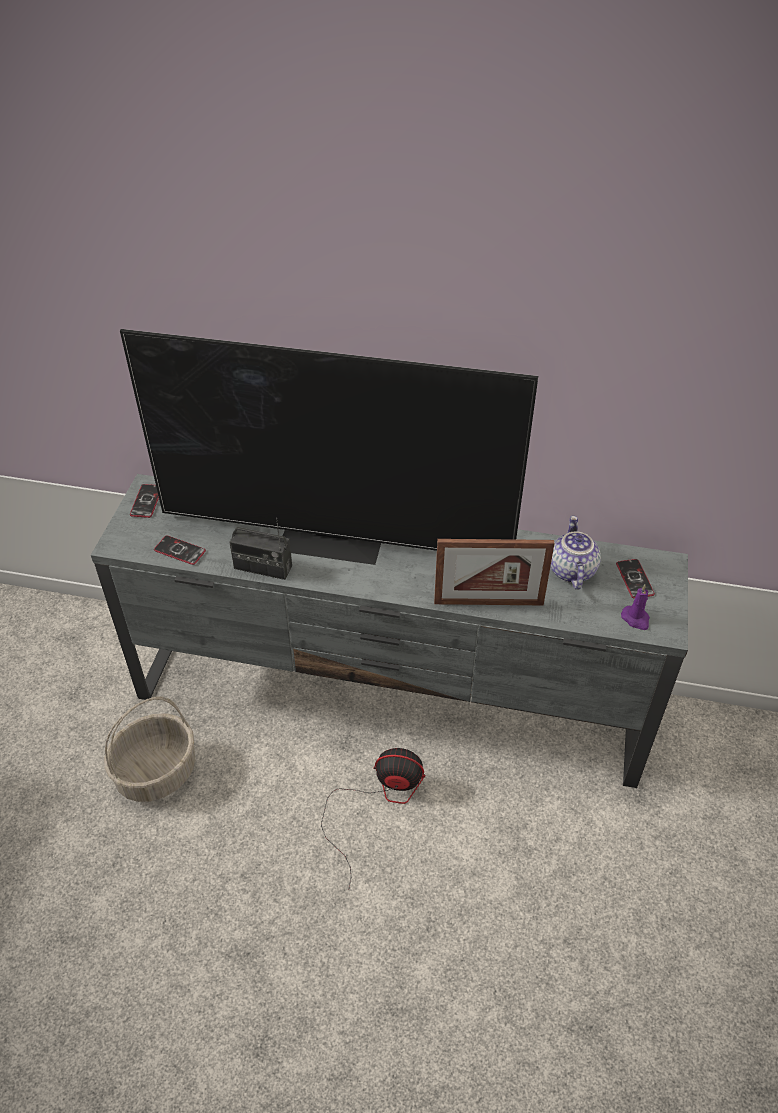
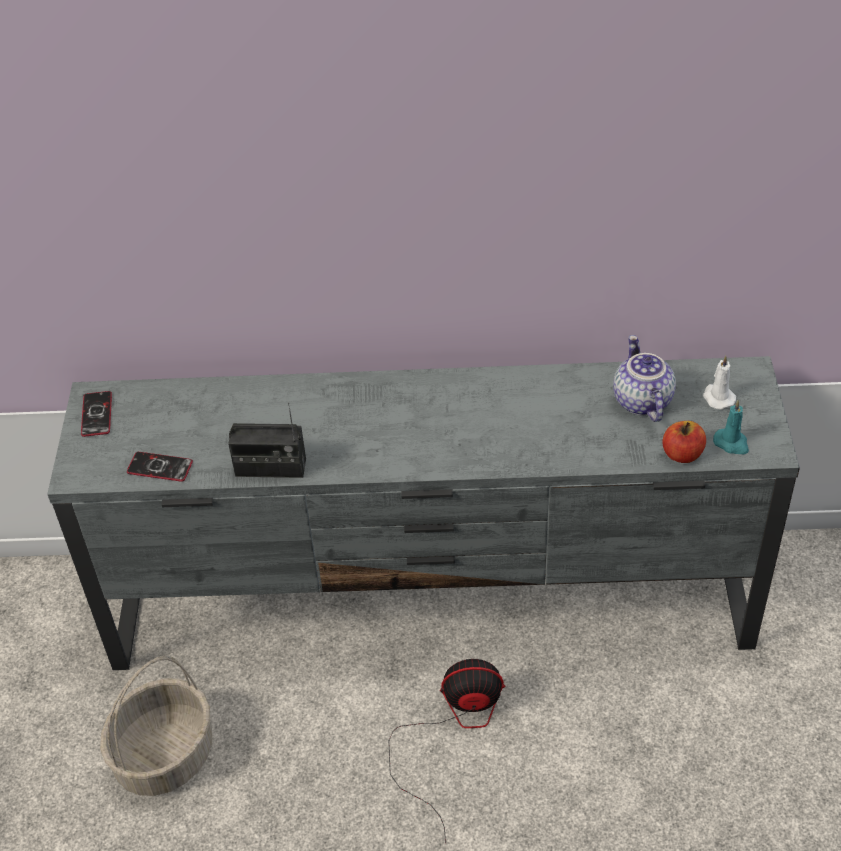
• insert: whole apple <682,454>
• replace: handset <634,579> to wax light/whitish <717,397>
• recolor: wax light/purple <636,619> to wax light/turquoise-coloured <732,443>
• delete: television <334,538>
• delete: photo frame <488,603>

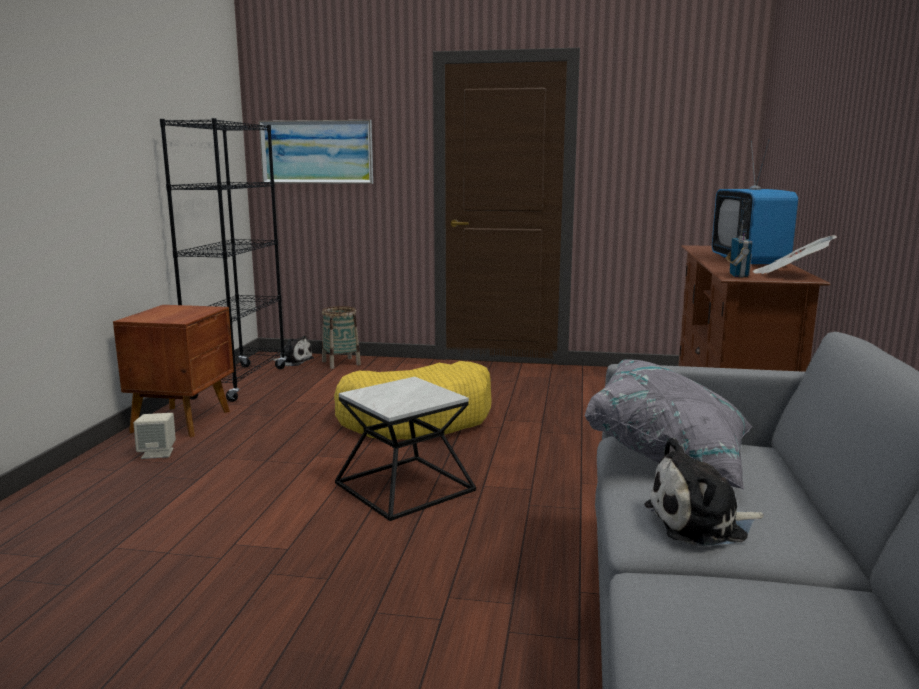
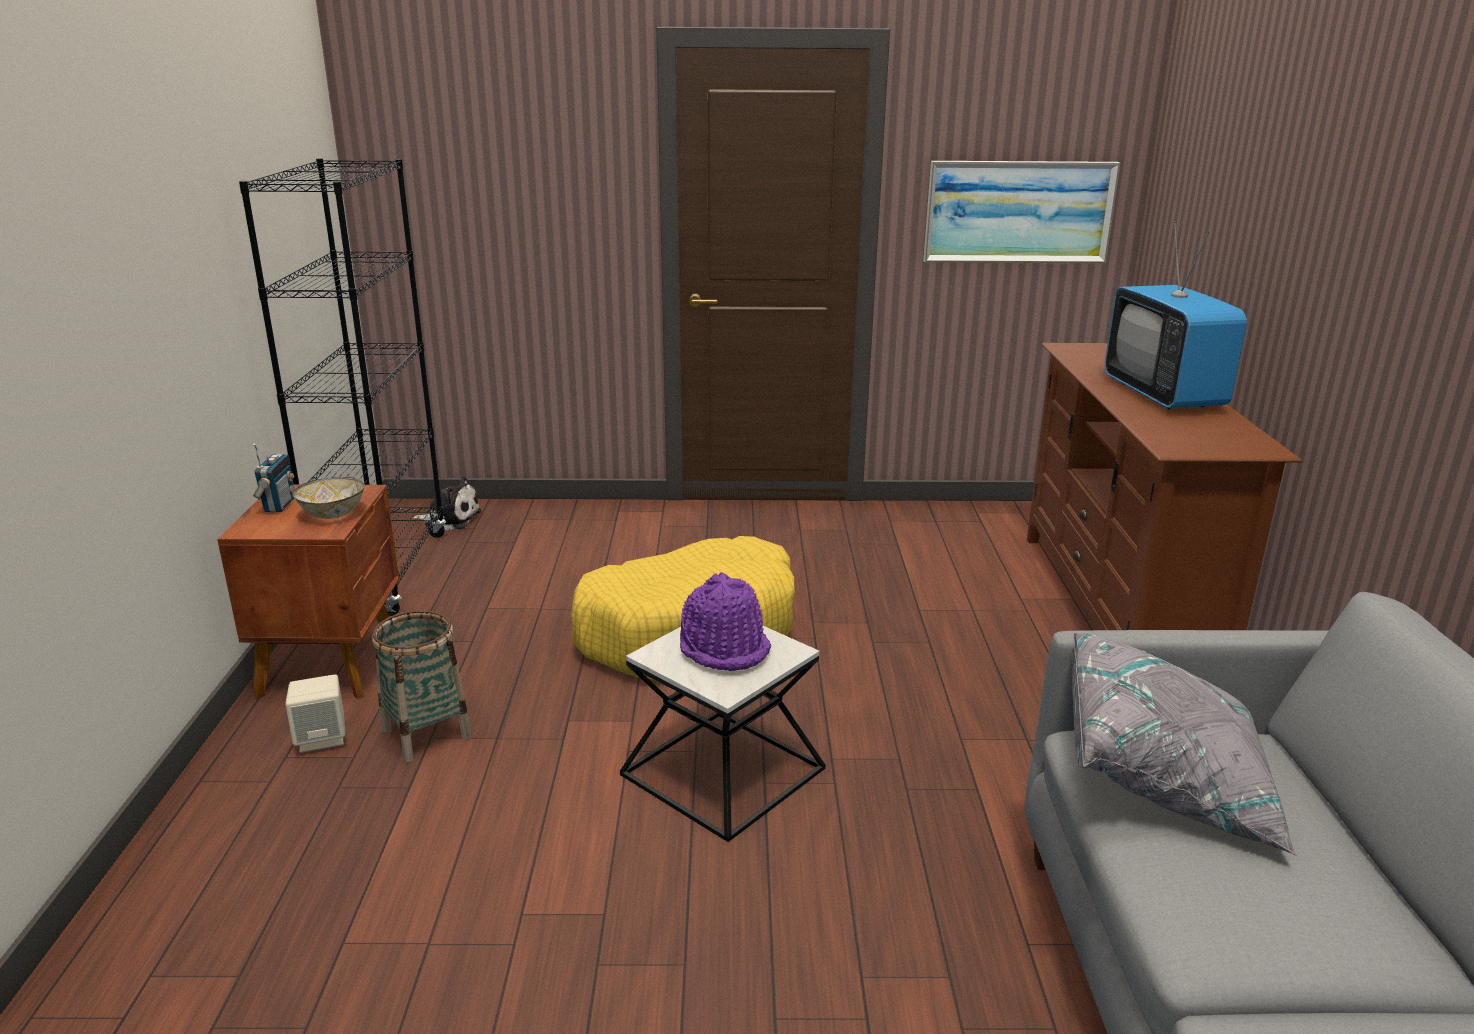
• move: radio receiver <737,275> to <278,505>
• insert: deep dish <332,514>
• move: storage basket <341,363> to <426,734>
• insert: wearable hat/purple <724,647>
• move: wall art <317,152> to <1018,212>
• delete: plush toy <701,523>
• delete: printed paper <790,275>

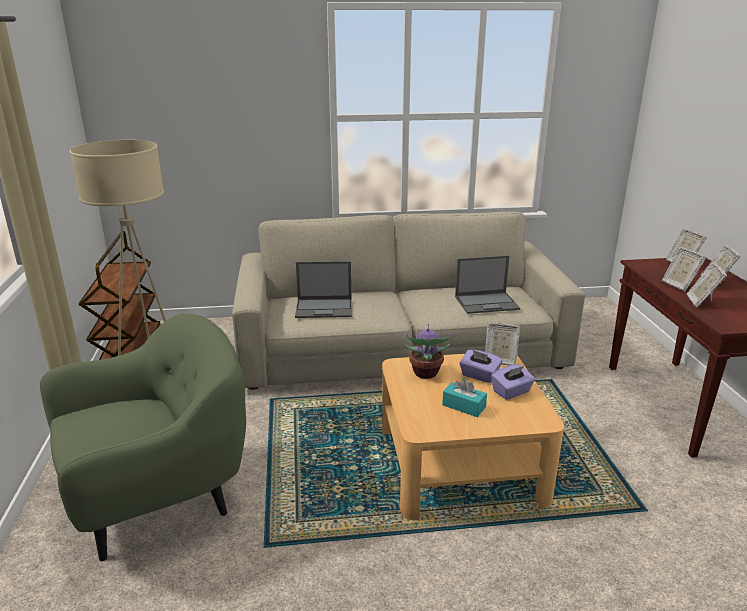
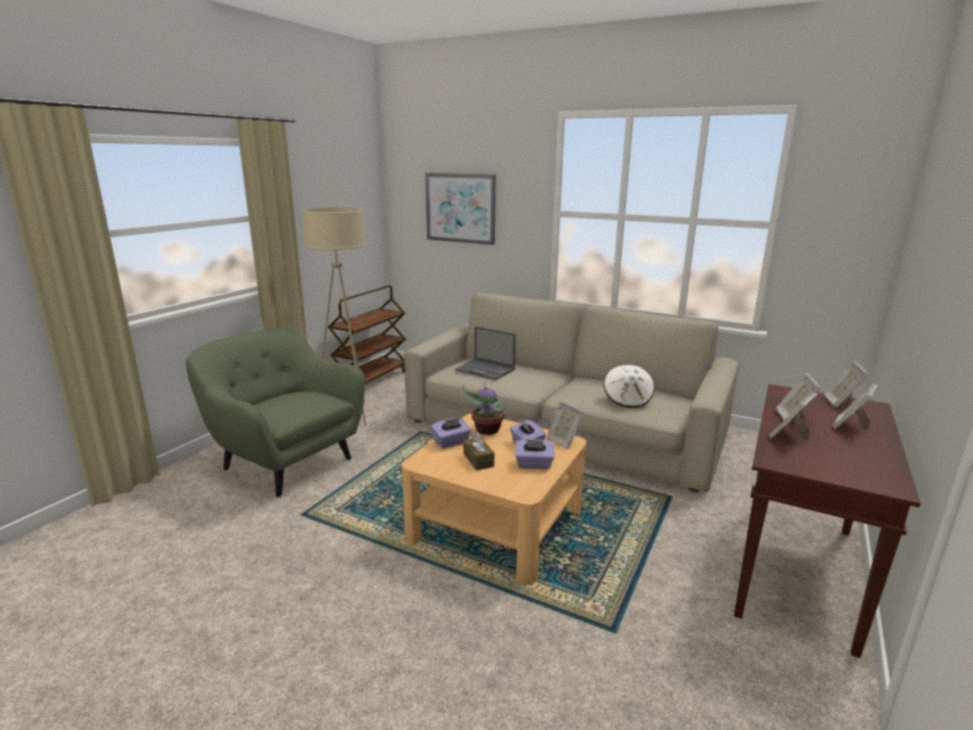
• rotate: easy chair/green-coloured <158,496> = <285,462> 150 degrees counterclockwise
• insert: wall art <460,208>
• insert: box of tissues/purple <451,442>
• recolor: box of tissues/turquoise-coloured <464,406> to box of tissues/brownish <478,460>
• replace: laptop <487,303> to wearable hat/whitish <627,400>

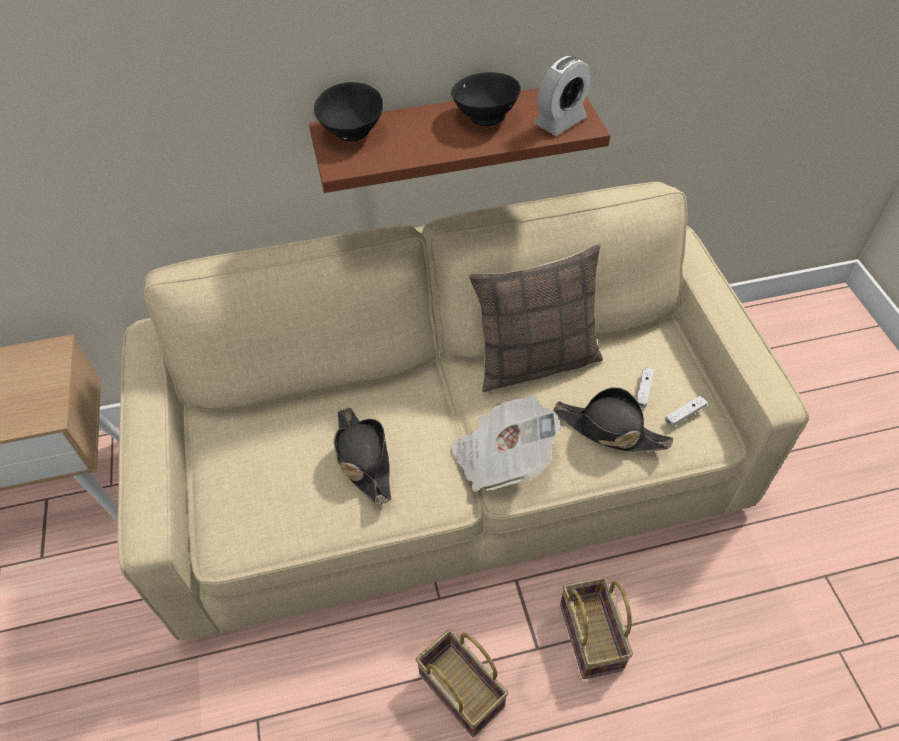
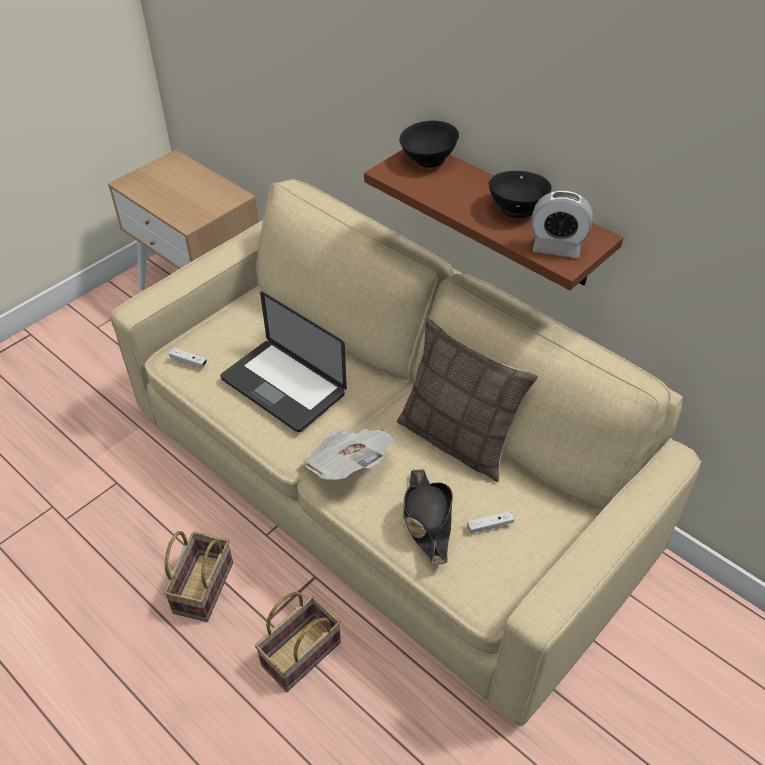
• move: game controller/whitish <684,414> to <188,361>
• replace: wearable hat/black <363,458> to laptop <283,386>

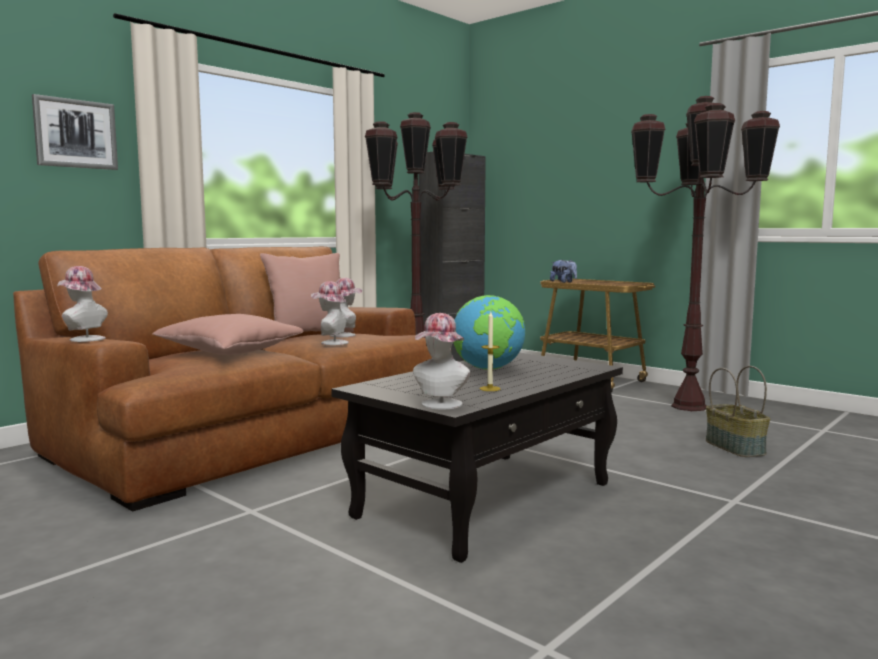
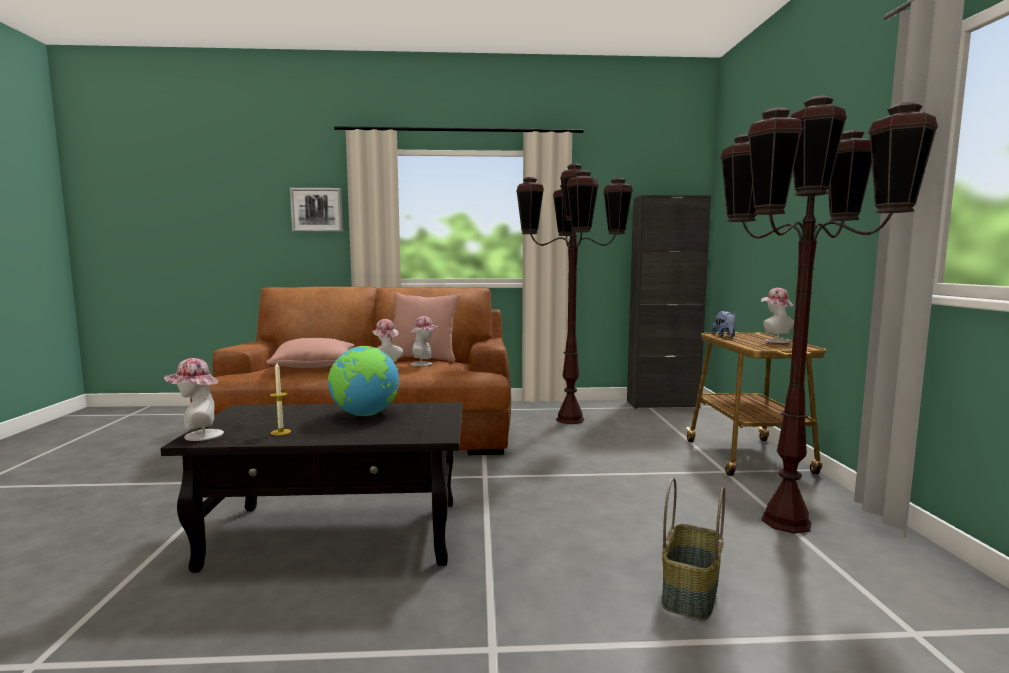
• move: wearable hat <83,339> to <774,340>

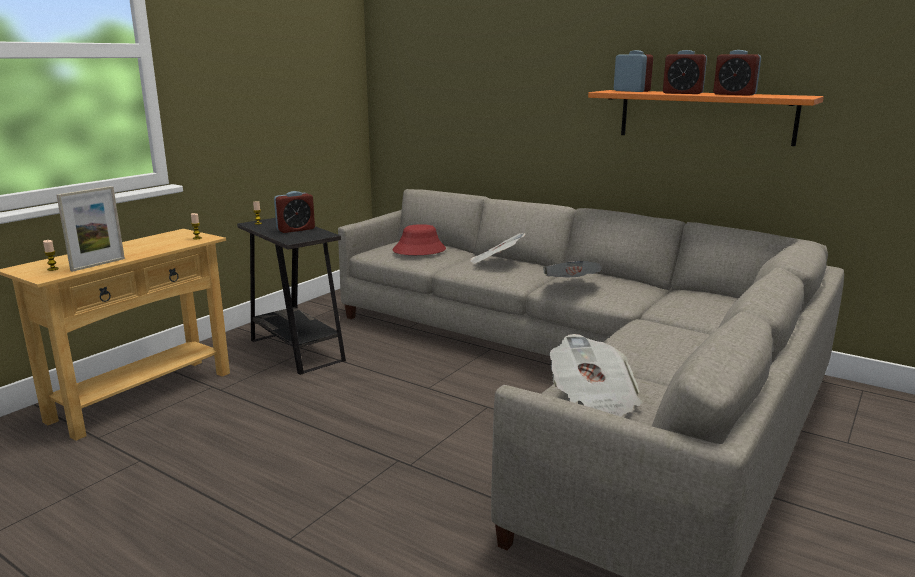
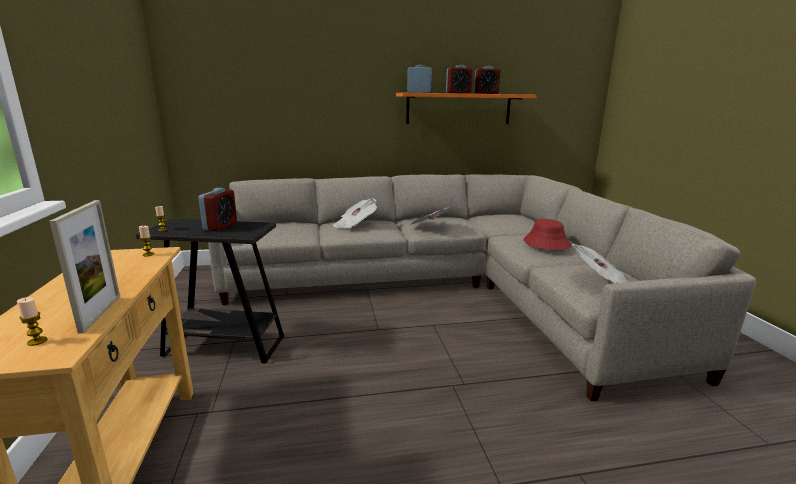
• move: wearable hat/reddish <419,250> to <546,243>

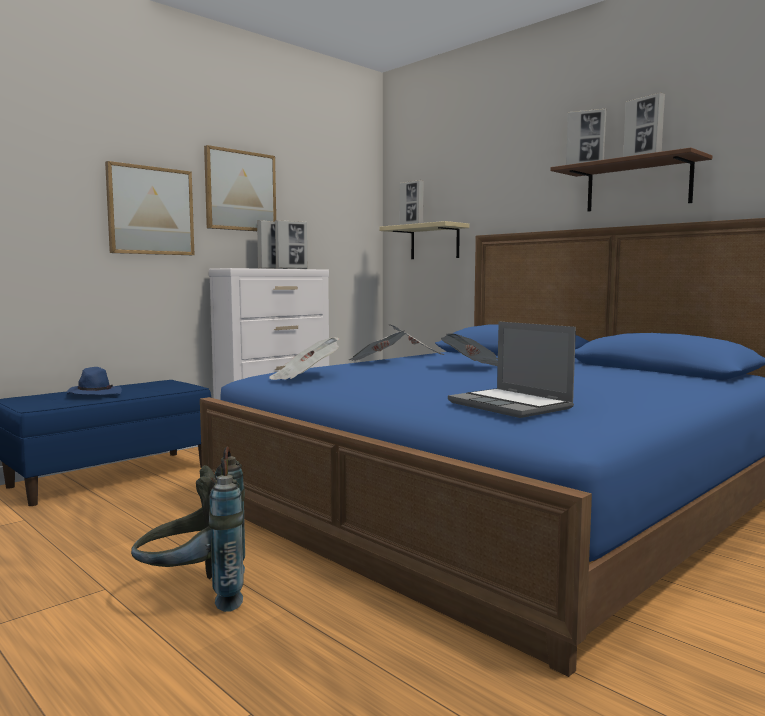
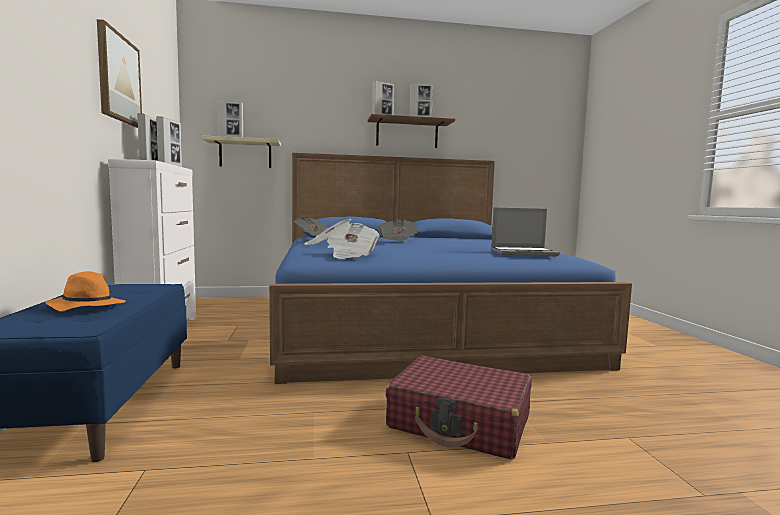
• recolor: wearable hat/blue-coloured <94,394> to wearable hat/orange-coloured <86,307>
• replace: rucksack/greyish <195,596> to travel case/reddish <460,422>
• delete: wall art <150,211>

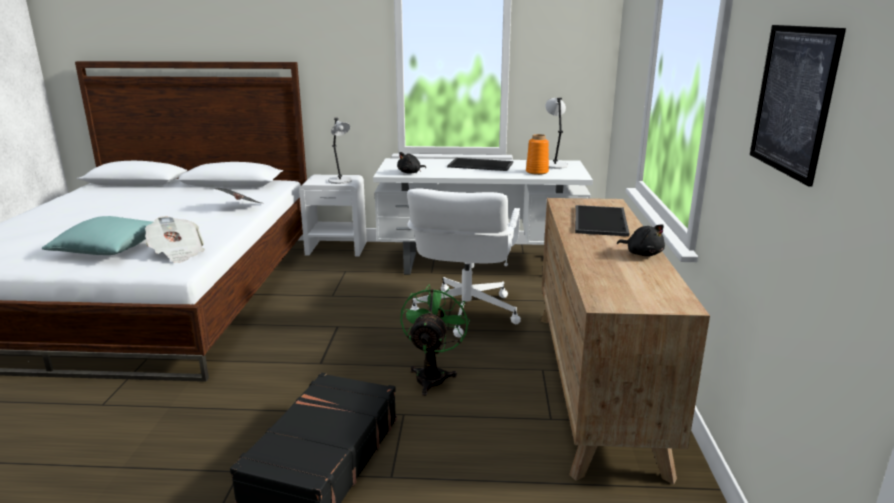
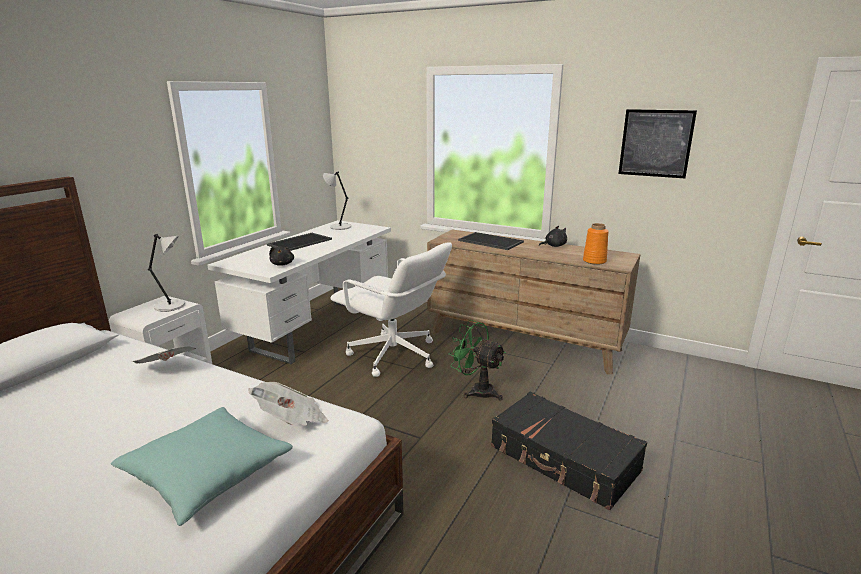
• move: decorative vase/orange-coloured <537,172> to <594,261>

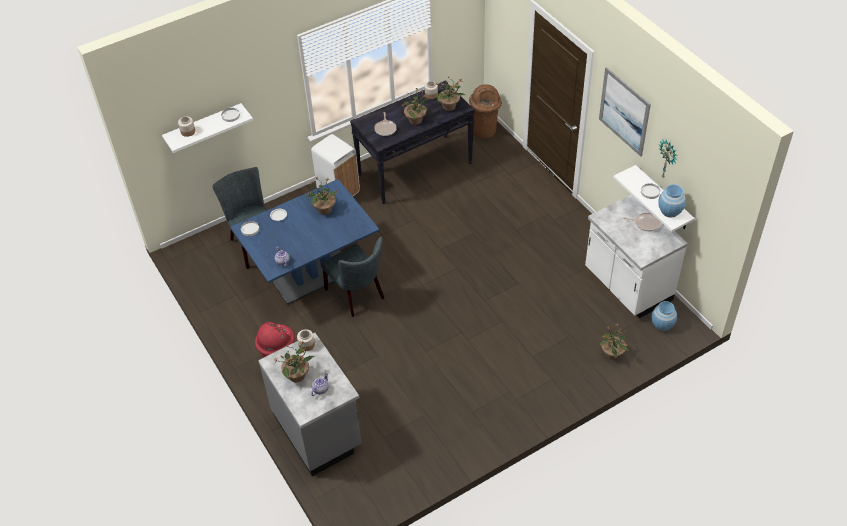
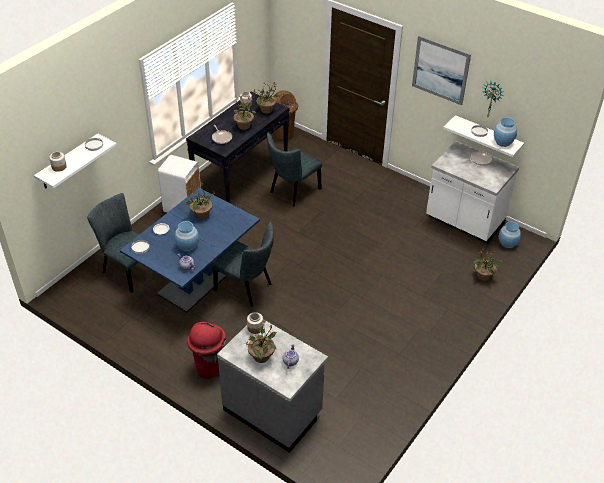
• insert: decorative vase/blue-coloured <188,246>
• insert: upright chair/greyish <292,191>

